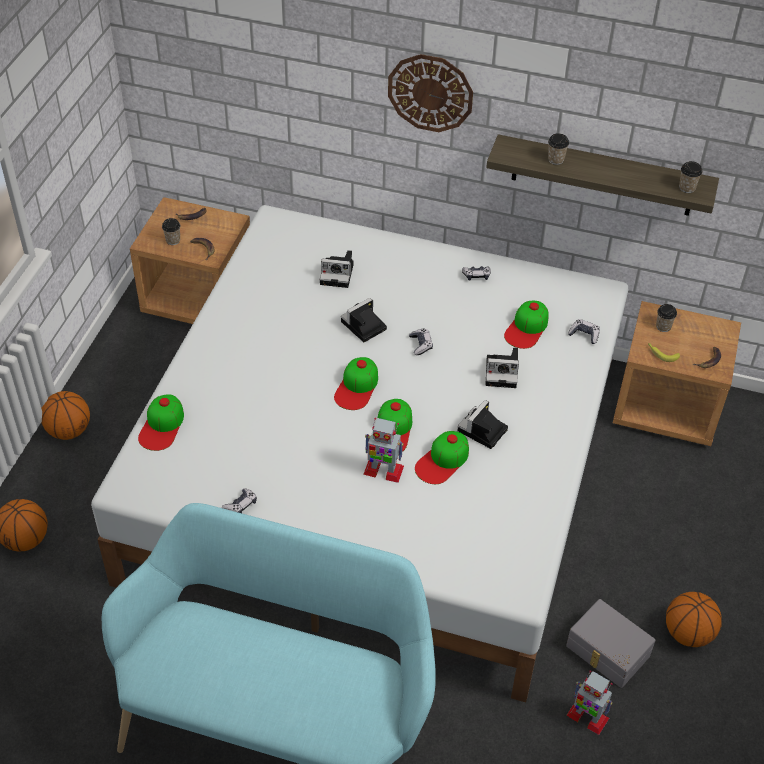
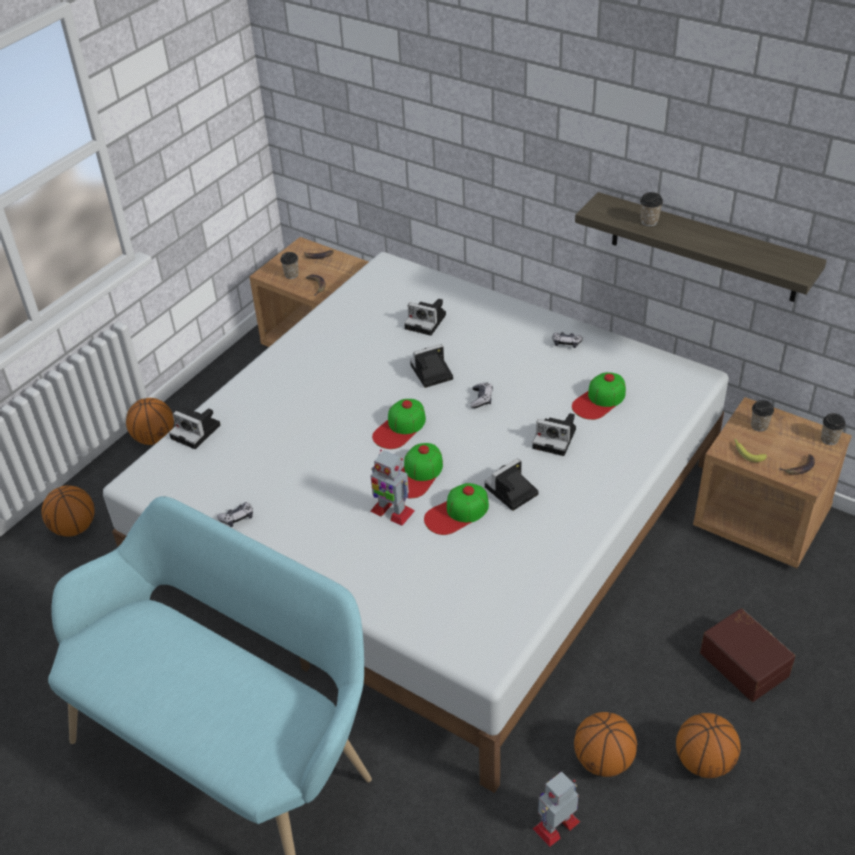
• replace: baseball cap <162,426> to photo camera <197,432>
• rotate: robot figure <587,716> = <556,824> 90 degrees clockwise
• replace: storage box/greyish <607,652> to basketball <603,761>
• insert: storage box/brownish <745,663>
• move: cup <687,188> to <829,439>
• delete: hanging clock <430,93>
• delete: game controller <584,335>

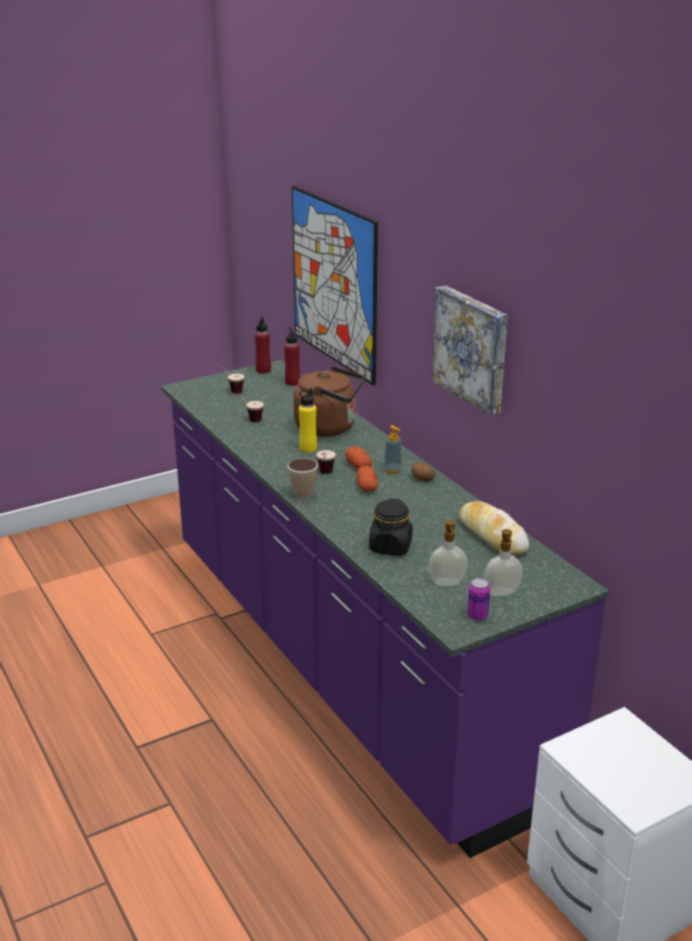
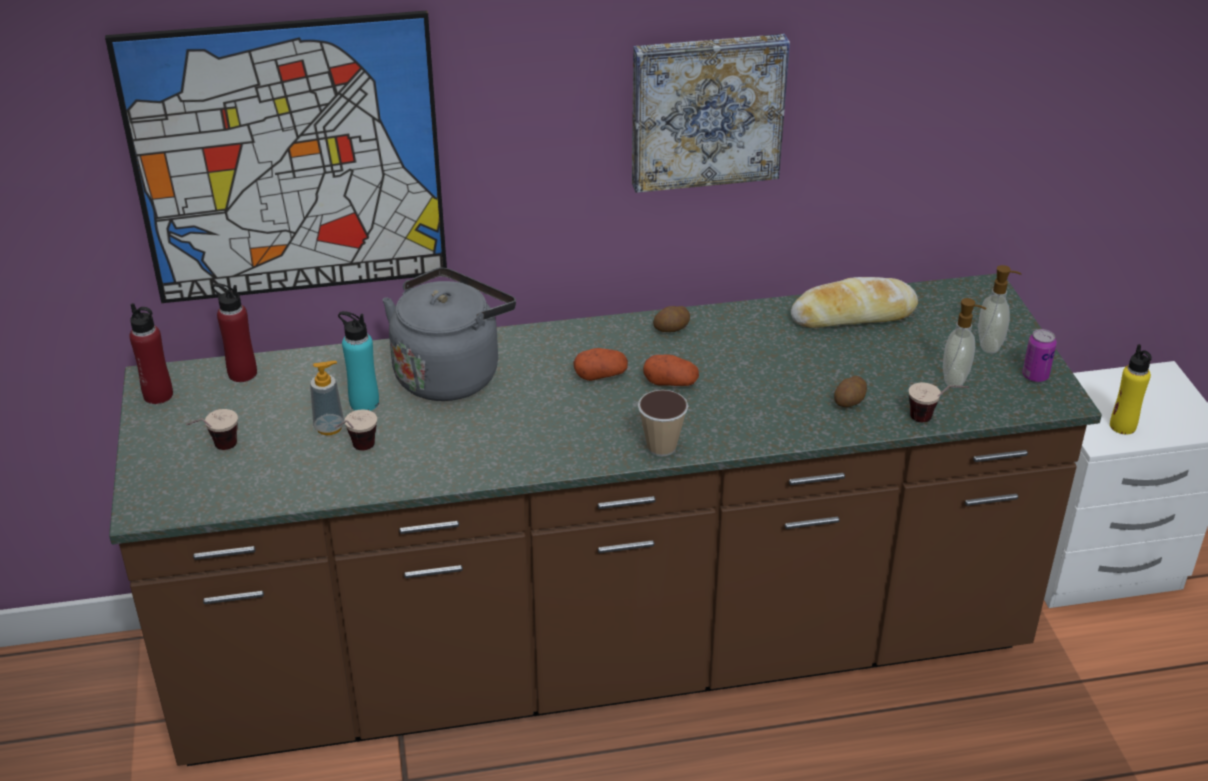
• recolor: counter/purple <346,664> to counter/brownish <604,657>
• move: soap bottle <392,470> to <329,427>
• insert: bottle/turquoise-coloured <364,403>
• recolor: tea kettle/brownish <329,427> to tea kettle/greyish <450,373>
• replace: preserve jar/black <390,547> to whole potato <850,402>
• move: cup <325,475> to <933,420>
• move: bottle/yellowish <308,448> to <1122,426>

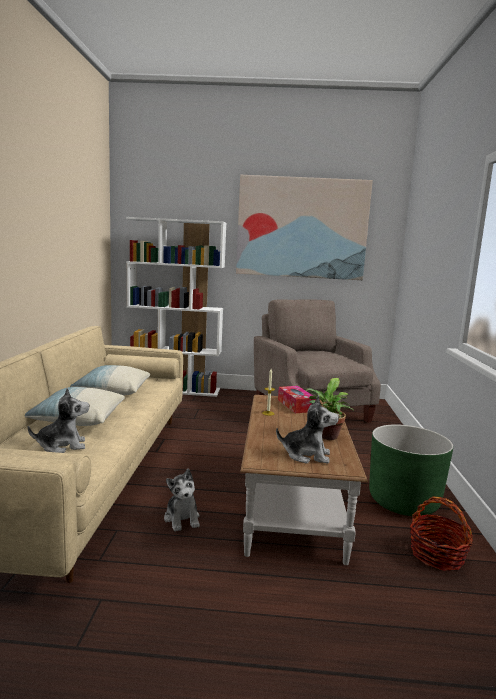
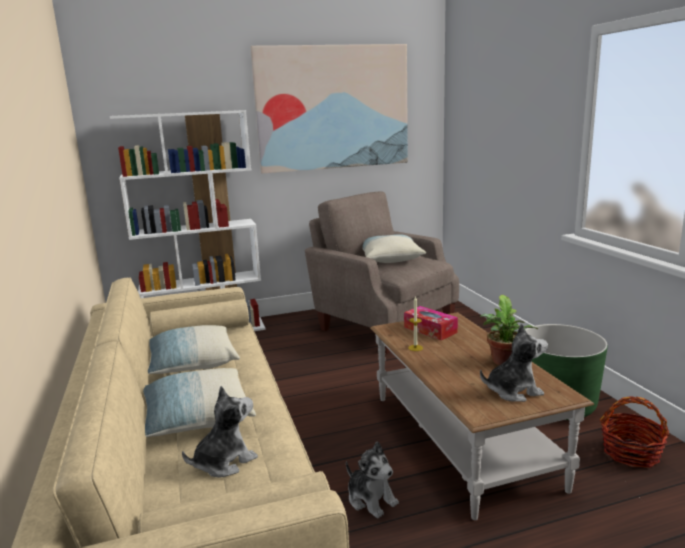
• insert: pillow <389,259>

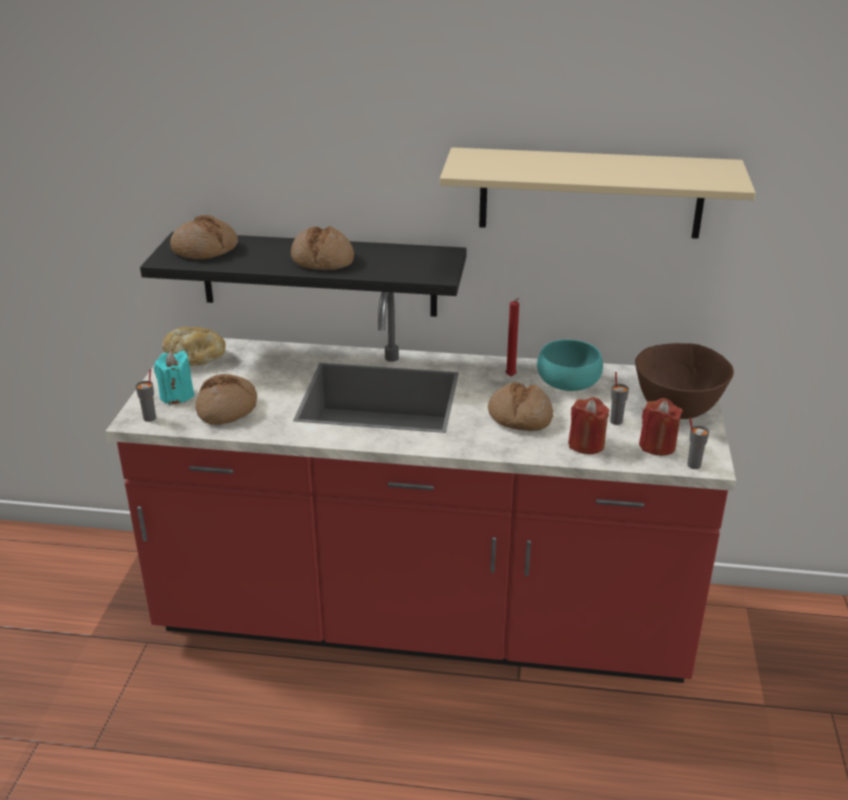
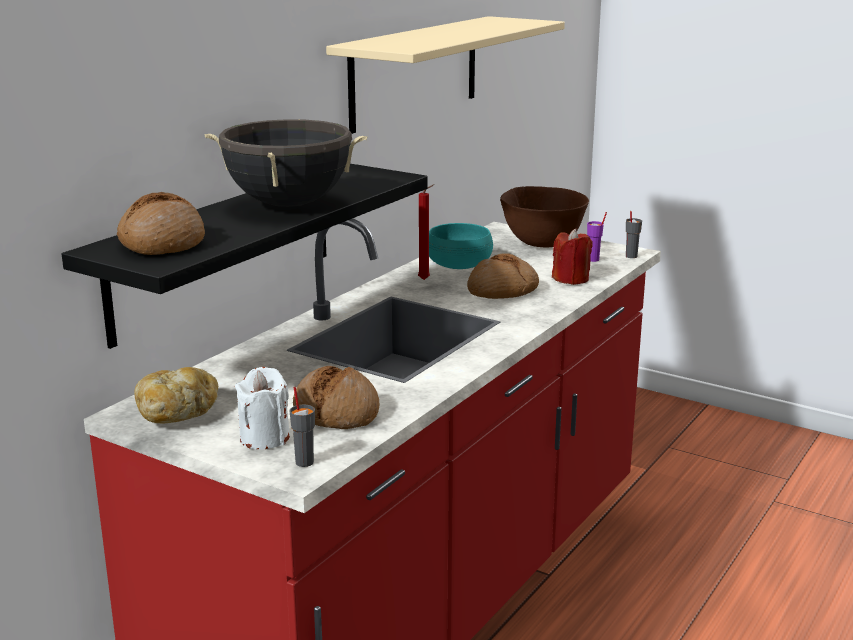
• replace: bakery bread <322,260> to cooking pot/black <289,204>
• recolor: wax light/turquoise-coloured <177,396> to wax light/whitish <264,438>
• replace: wax light/reddish <657,446> to cup/purple <593,259>
• delete: cup/greyish <616,421>

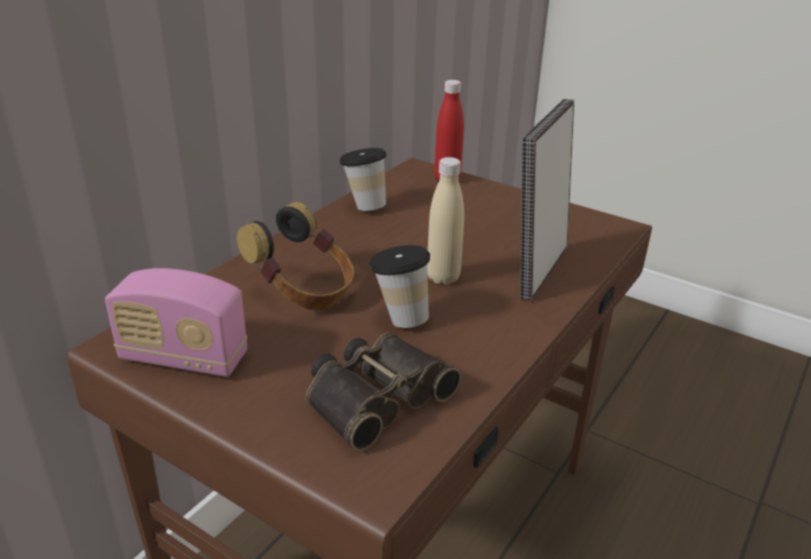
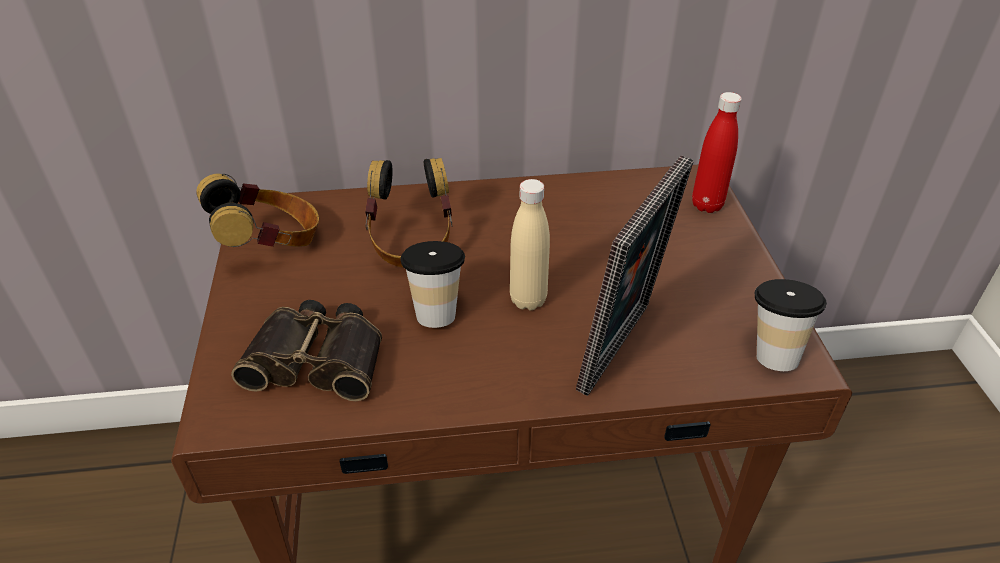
• replace: radio receiver <184,358> to pair of headphones <271,244>
• rotate: photo frame <537,270> = <622,350> 135 degrees clockwise
• move: cup <364,205> to <772,352>

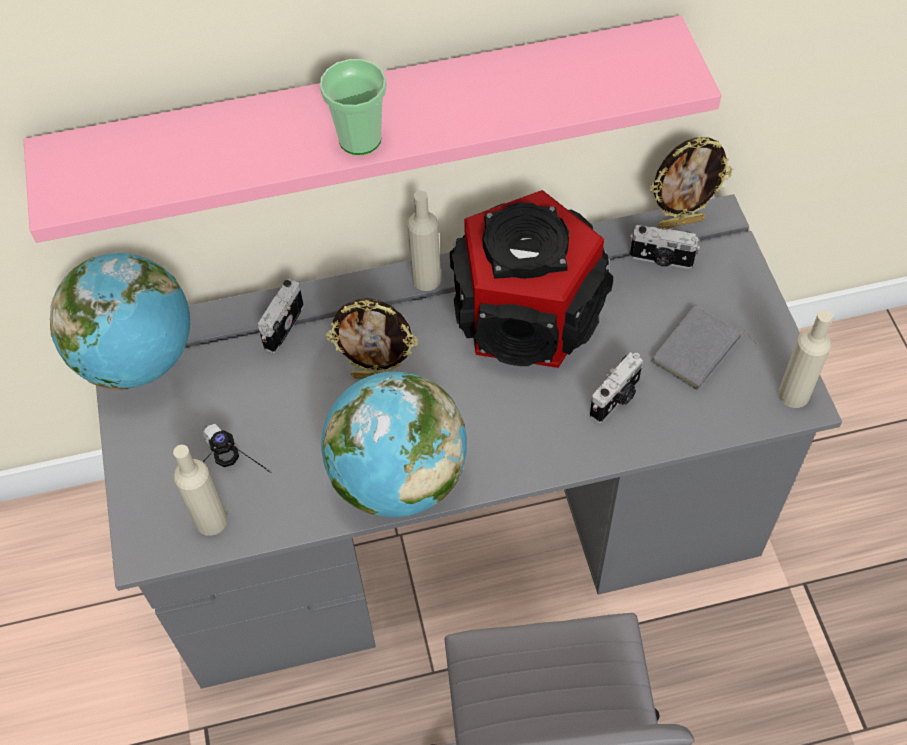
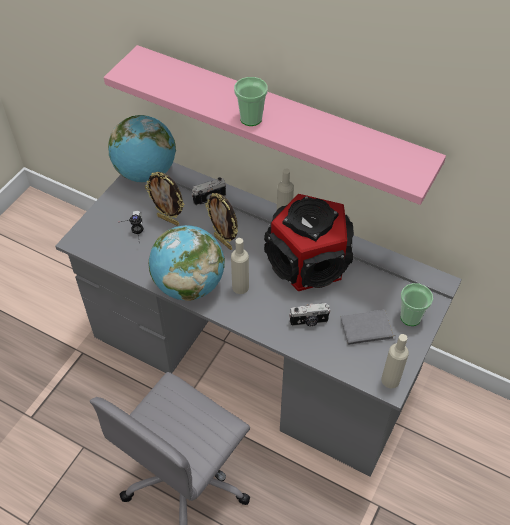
• move: photo frame <681,222> to <168,220>
• move: bottle/beige-coloured <211,520> to <240,287>
• insert: cup <410,317>
• delete: photo camera <661,260>

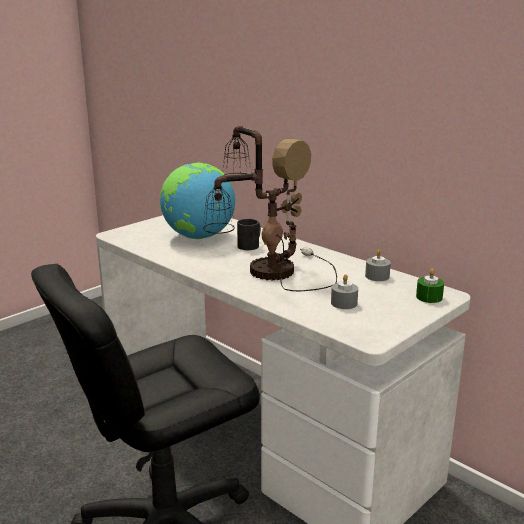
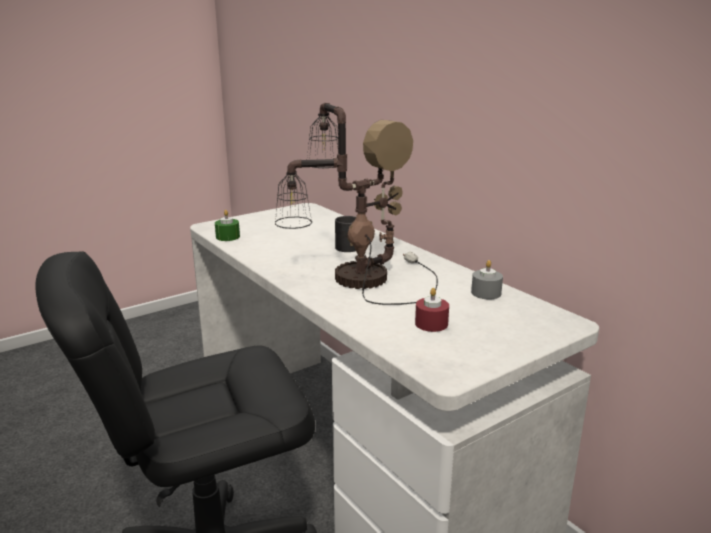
• move: wax light/green-coloured <429,297> to <228,237>
• recolor: wax light/greyish <344,303> to wax light/reddish <431,324>
• delete: desk globe <198,237>

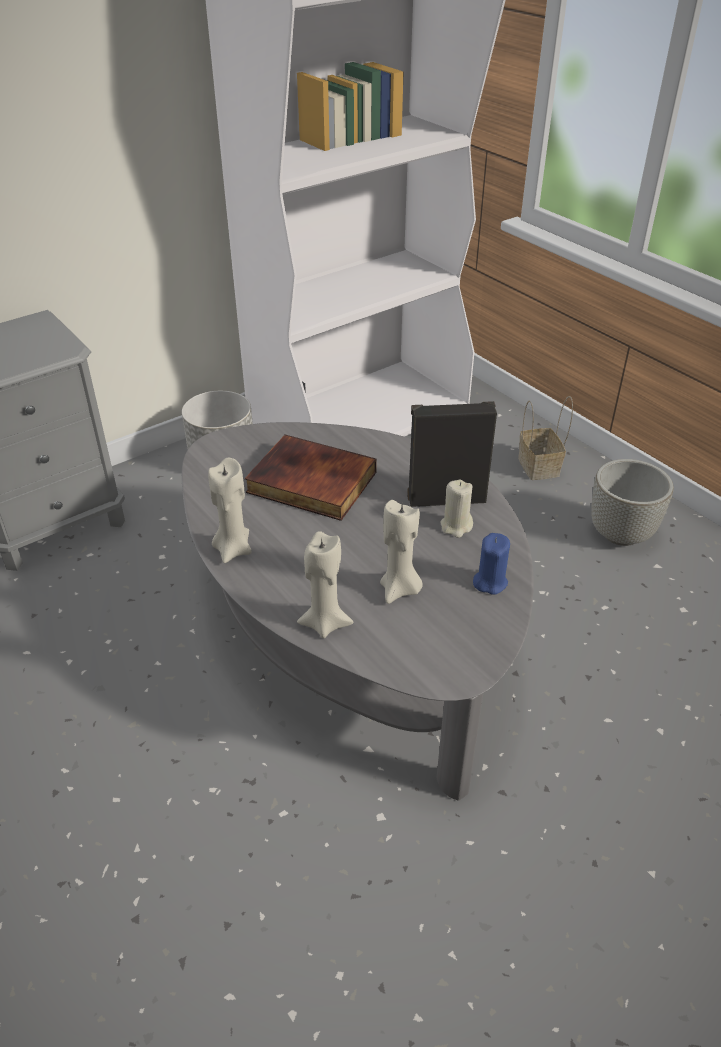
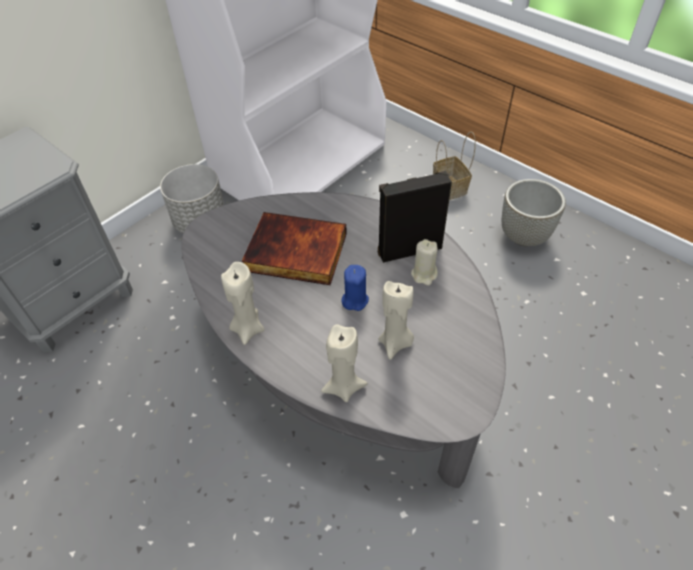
• move: wax light/blue-coloured <490,582> to <354,300>

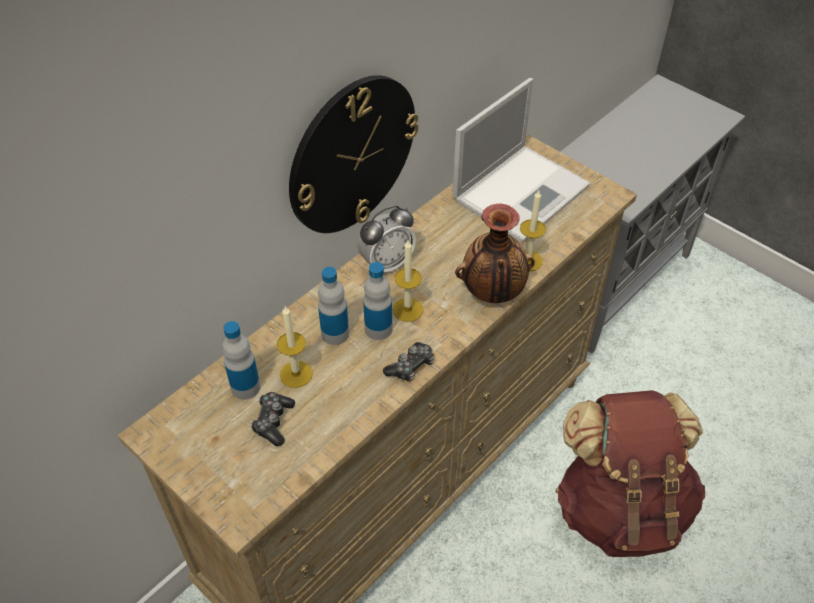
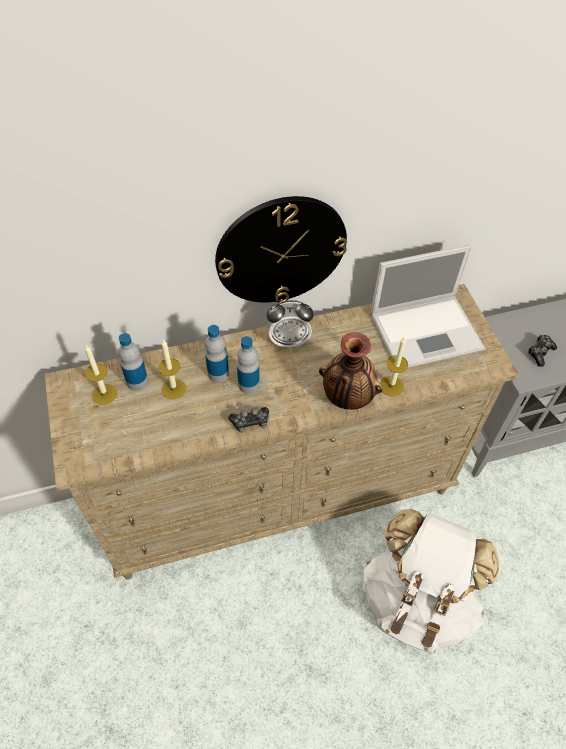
• move: wax light <408,309> to <104,394>
• recolor: rucksack/brownish <620,508> to rucksack/whitish <417,601>
• move: game controller <273,422> to <540,352>

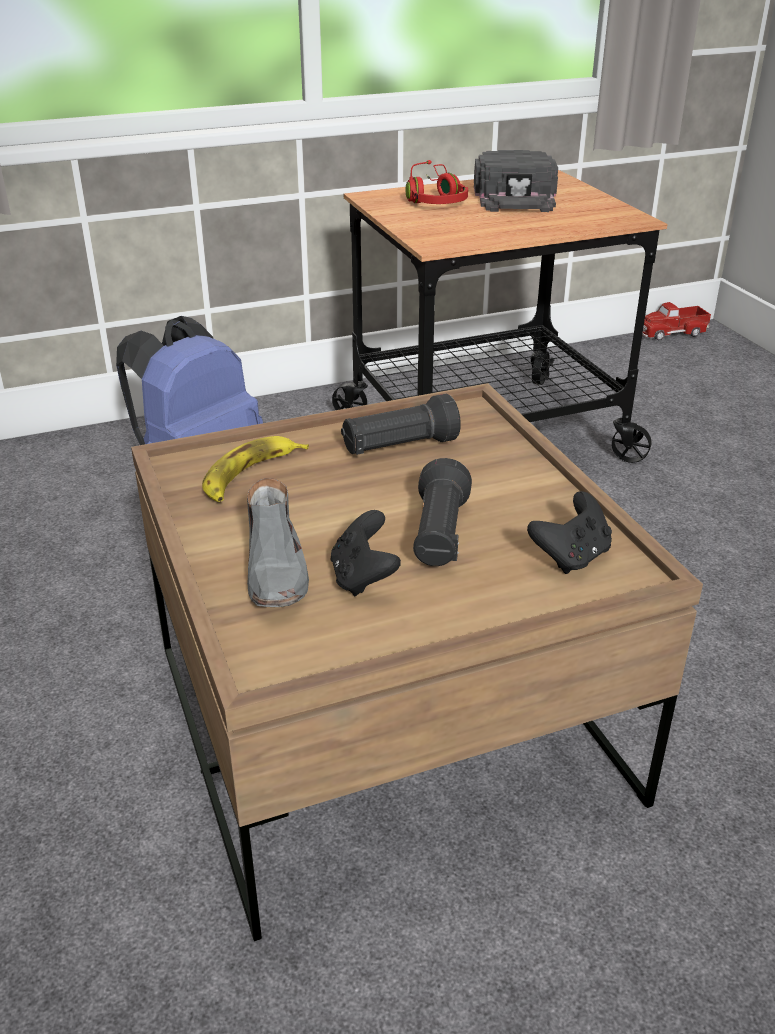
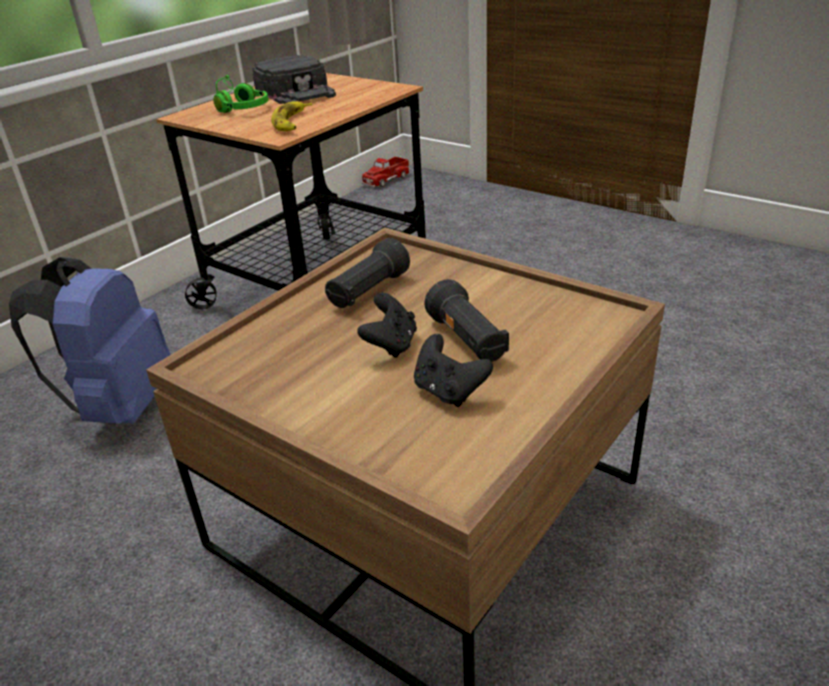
• recolor: pair of headphones/reddish <436,200> to pair of headphones/green-coloured <239,107>
• move: whole banana <250,476> to <292,122>
• move: game controller/black <571,557> to <391,345>
• delete: low shoe/greyish <276,570>

